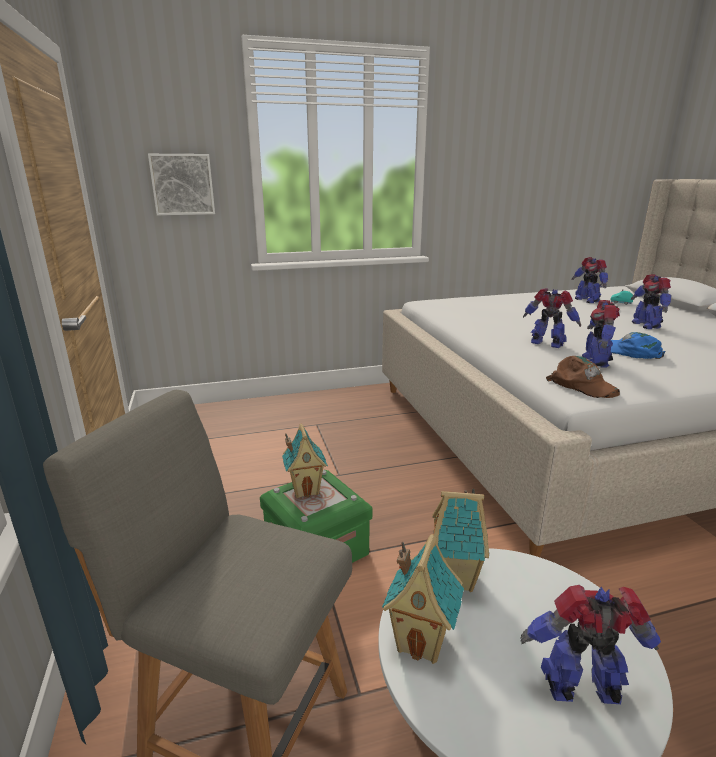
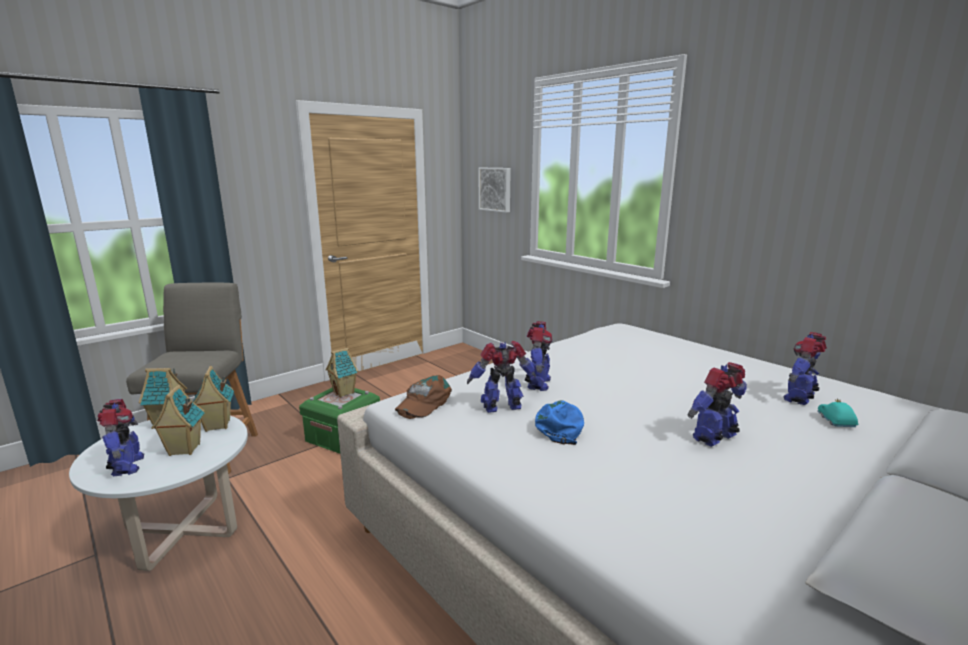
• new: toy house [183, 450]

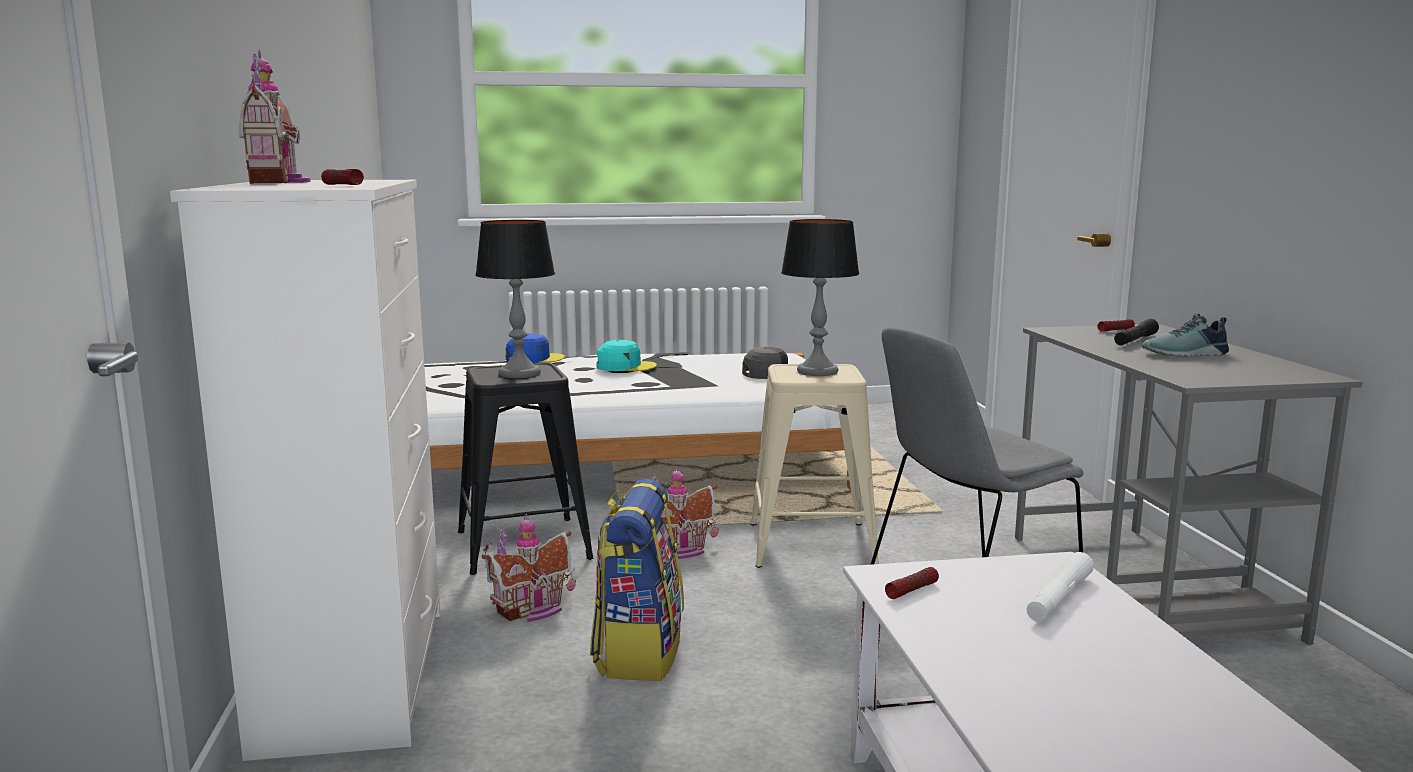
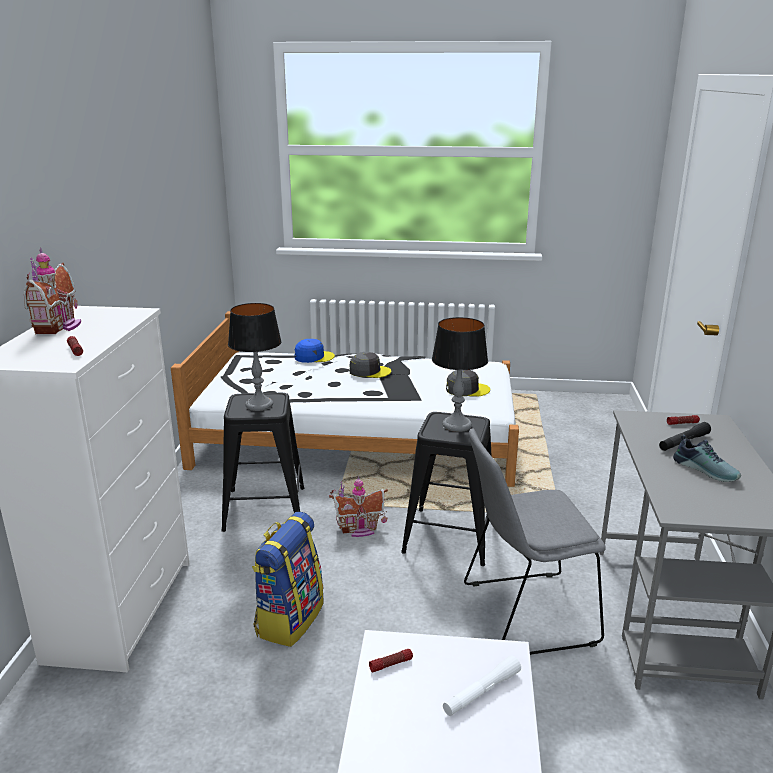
• gone: toy house [533, 610]
• repainted: cap in turquoise [625, 366] to cap in grey [369, 371]
• repainted: stool in beige [811, 544] to stool in black [449, 536]
• rotated: shoe [1186, 354] = [706, 470] 135 degrees counterclockwise

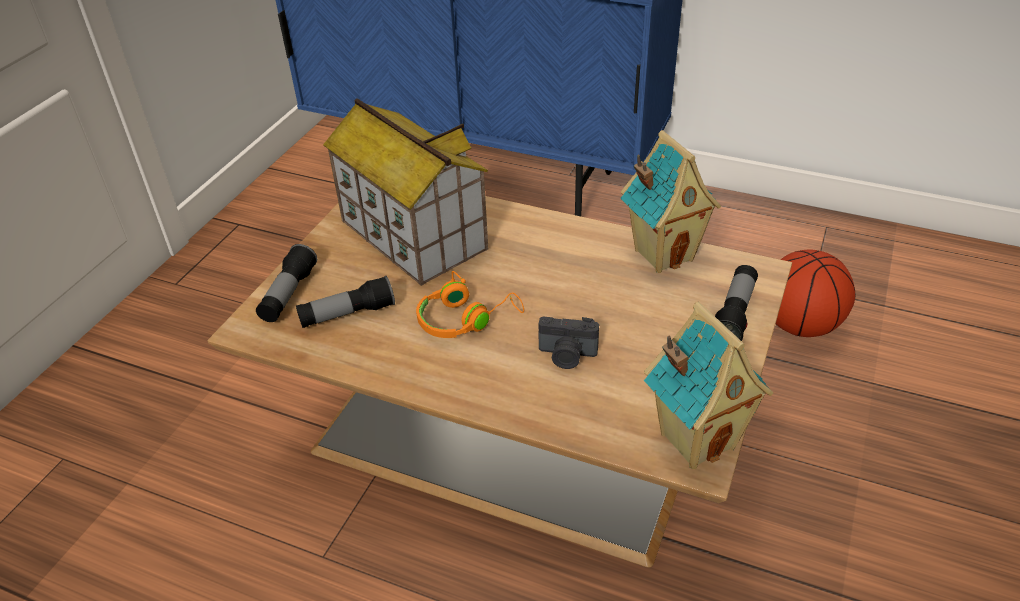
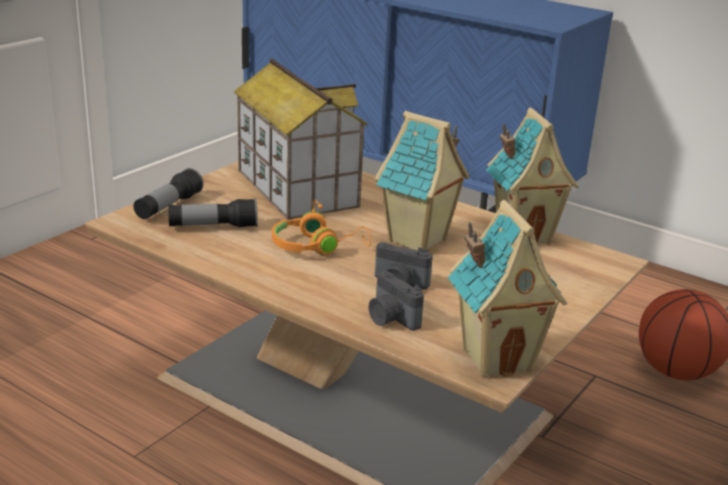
• gone: flashlight [734, 314]
• new: photo camera [390, 318]
• new: toy house [418, 241]

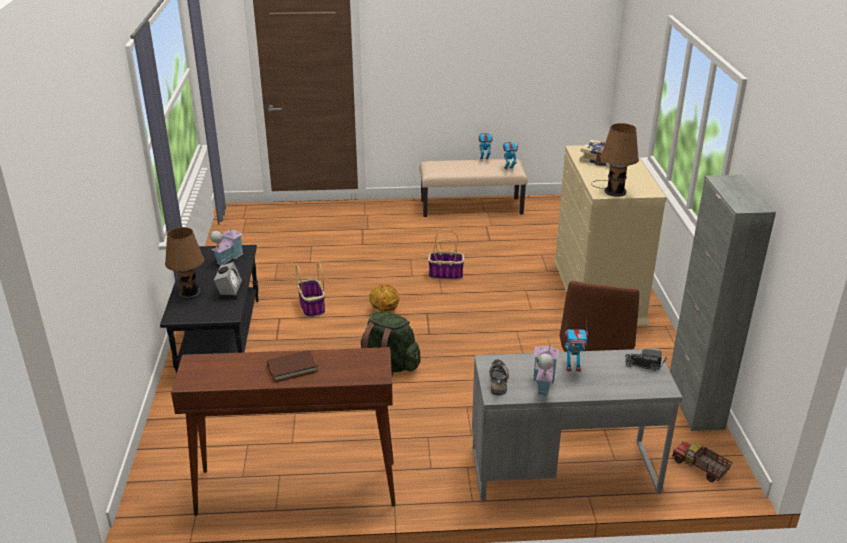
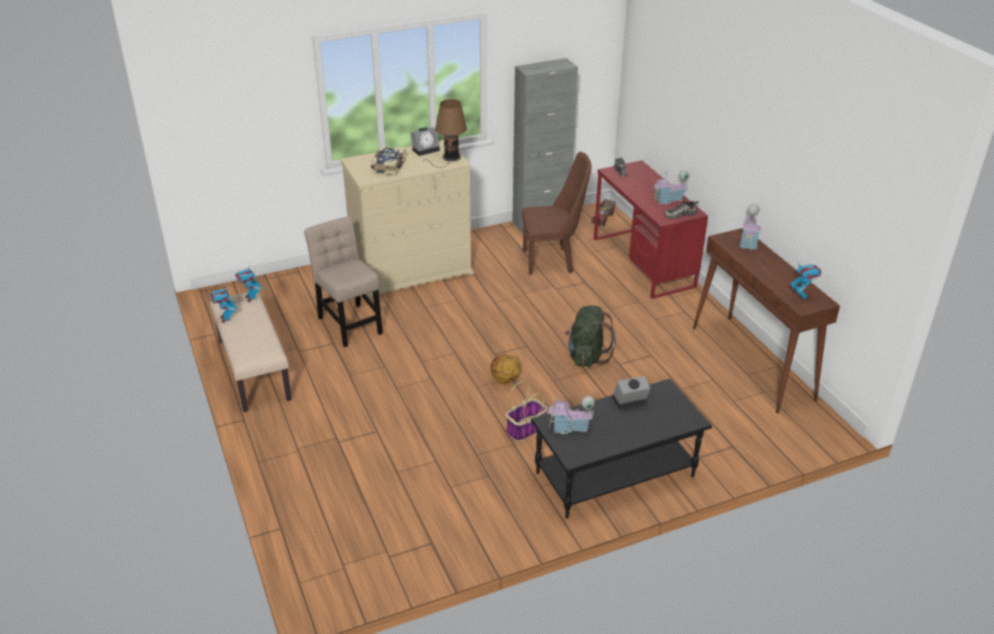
• gone: table lamp in brown [190, 292]
• gone: book in brown [292, 368]
• gone: basket [446, 274]
• repainted: desk in grey [563, 470] to desk in red [643, 262]
• shifted: toy robot [573, 367] to [801, 297]
• new: chair in beige [349, 323]
• new: alarm clock [426, 149]
• new: toy house [748, 242]

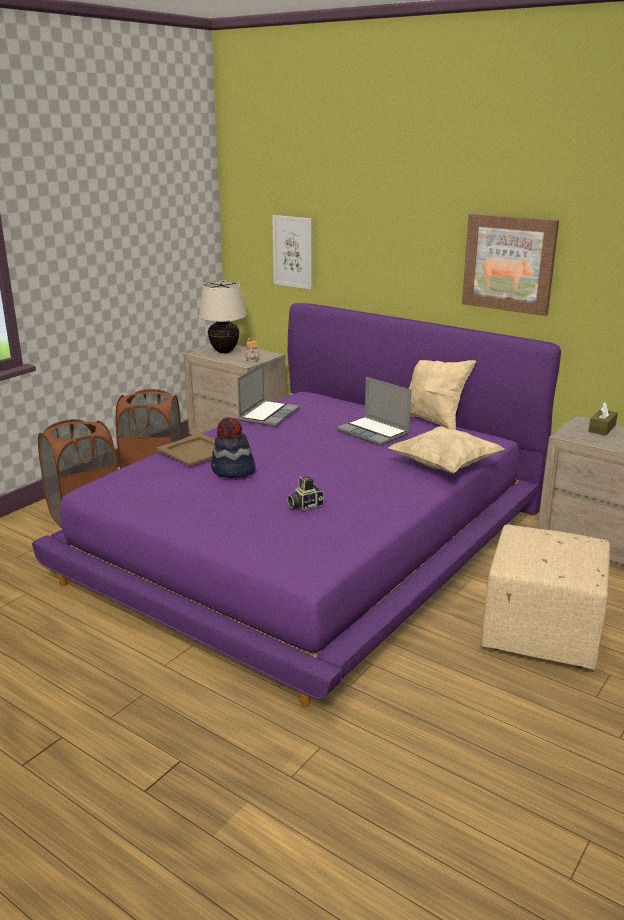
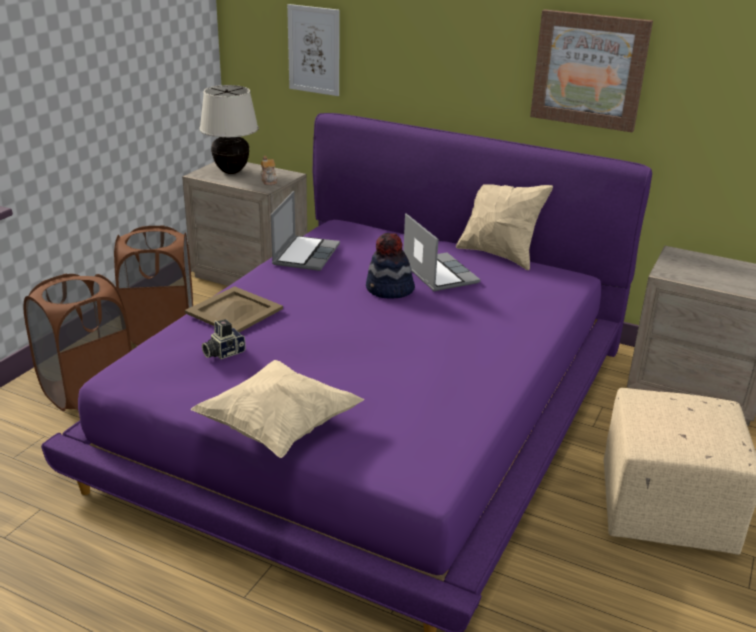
• shifted: hat [233, 471] to [389, 290]
• shifted: photo camera [304, 505] to [223, 352]
• rotated: laptop [374, 432] = [438, 273] 150 degrees counterclockwise
• shifted: pillow in beige [444, 466] to [278, 428]
• gone: tissue box in brown [602, 428]

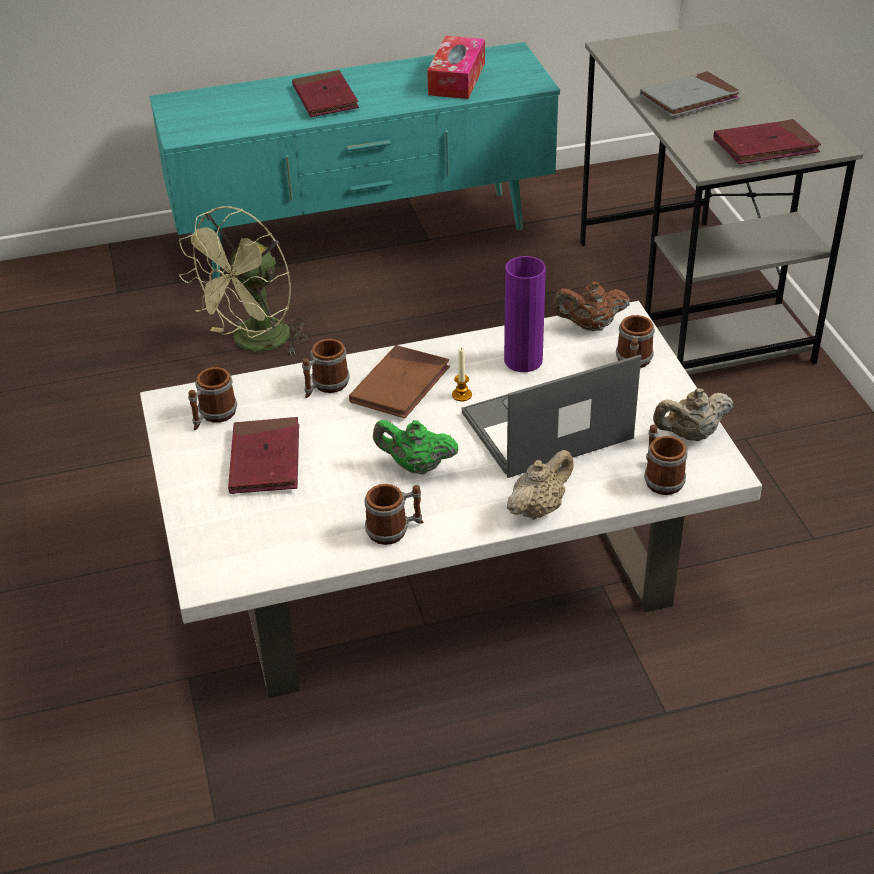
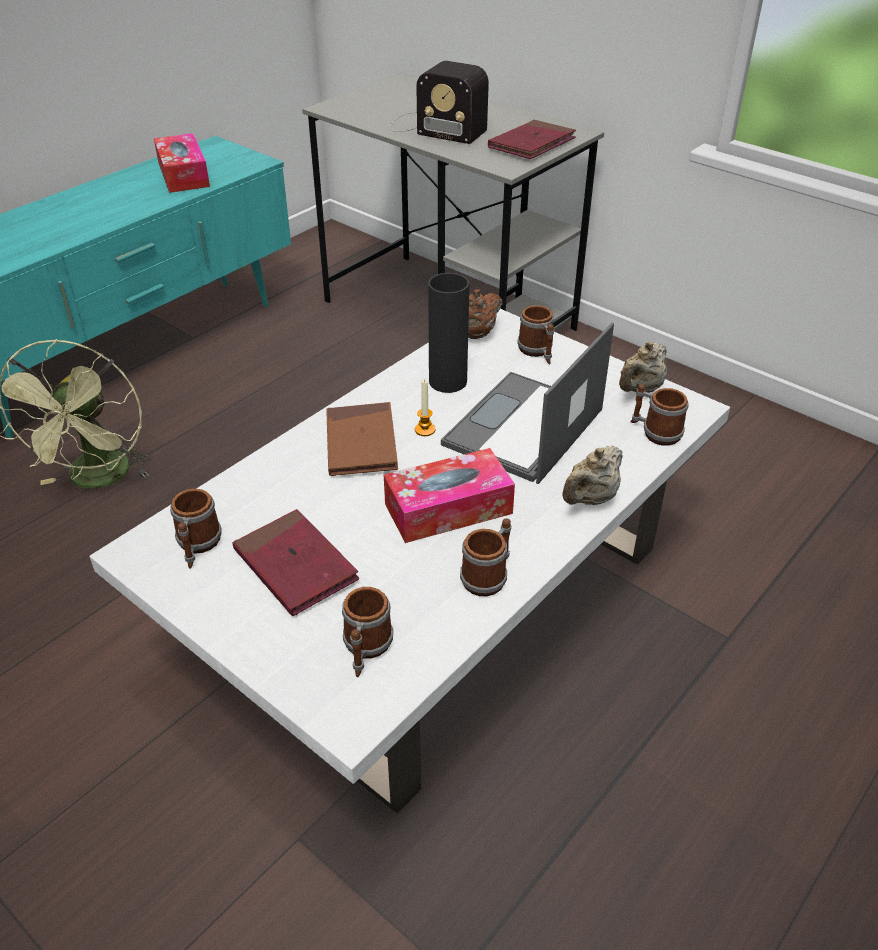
• gone: book in red [325, 98]
• shifted: mug [325, 386] to [366, 649]
• swapped: teapot in green [416, 466] to tissue box [448, 508]
• repainted: vase in purple [523, 360] to vase in black [447, 382]
• rotated: teapot in beige [538, 508] = [590, 498] 150 degrees counterclockwise
• swapped: book in grey [689, 99] to radio [434, 127]

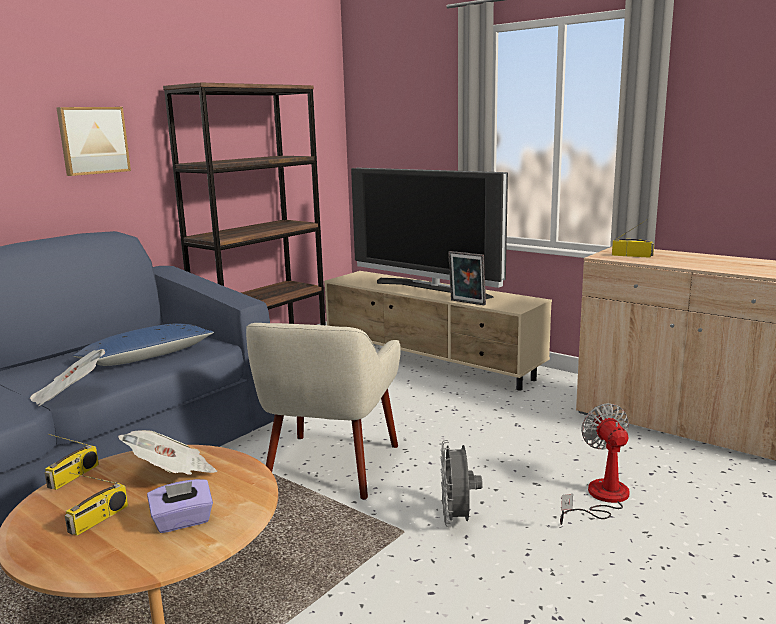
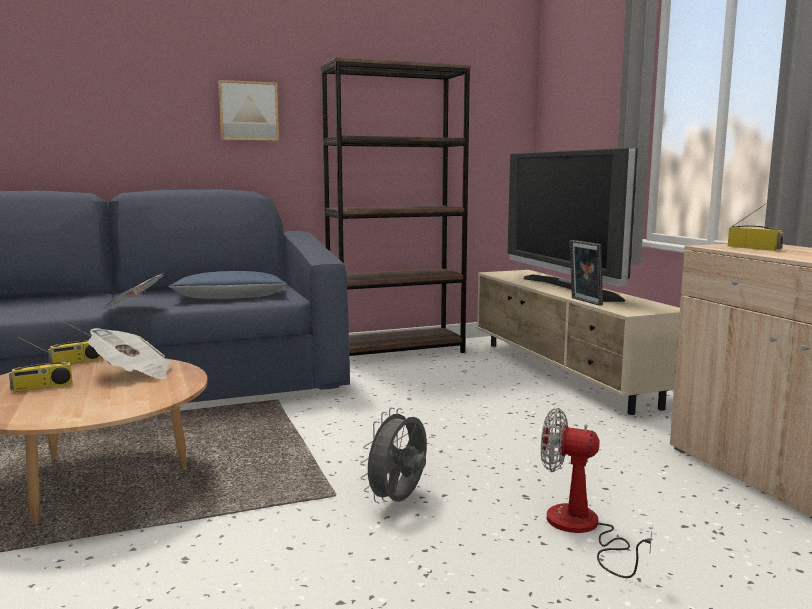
• gone: tissue box in purple [183, 521]
• gone: armchair in beige [330, 466]
• rotated: fan [601, 498] = [582, 529] 90 degrees counterclockwise

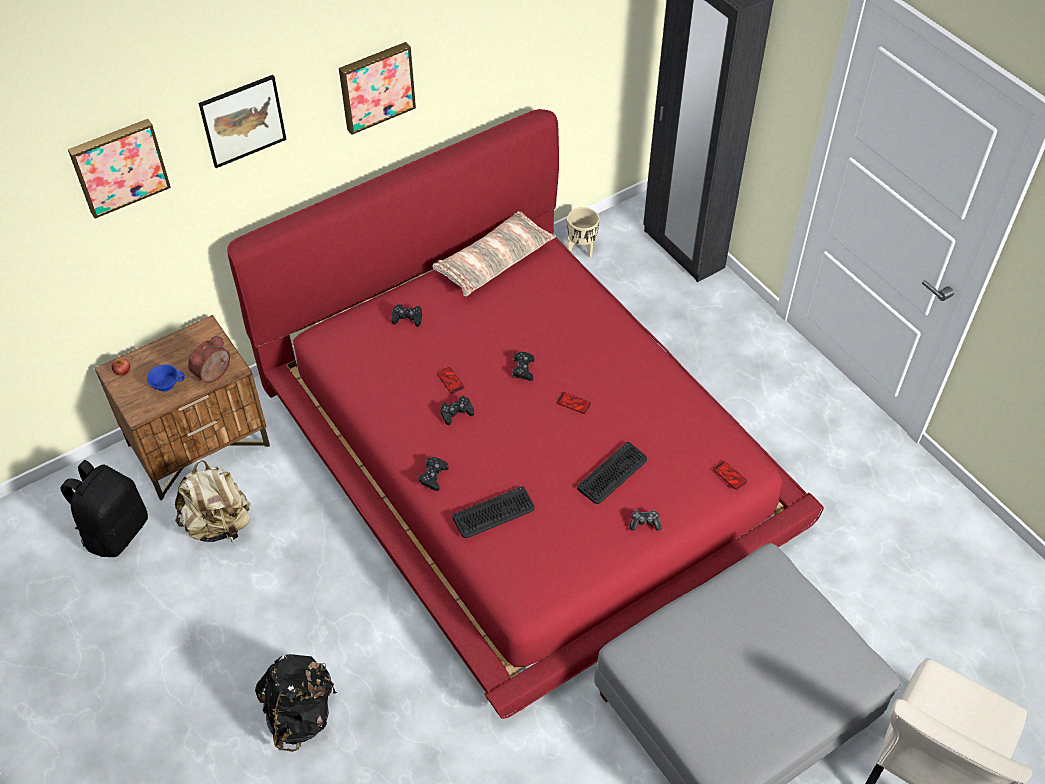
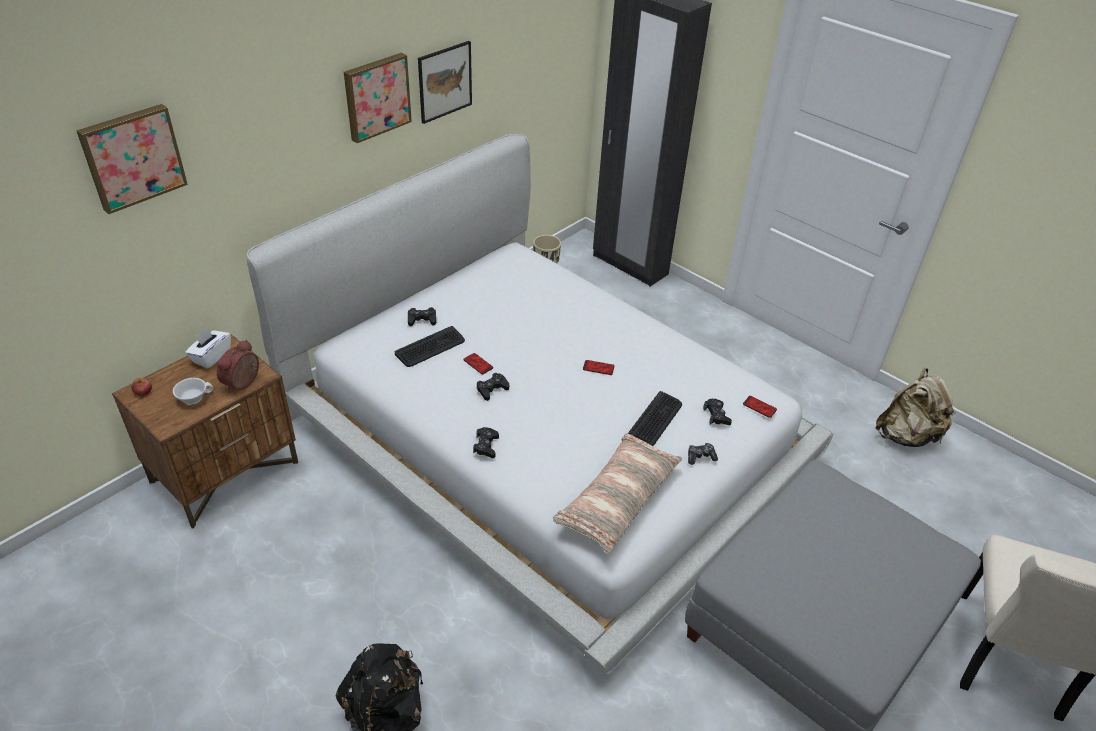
• gone: backpack in black [116, 531]
• repainted: cup in blue [166, 383] to cup in white [193, 397]
• shifted: backpack in beige [219, 524] to [906, 435]
• shifted: picture [243, 121] to [445, 81]
• repainted: bed in red [522, 454] to bed in white [544, 435]
• shifted: pillow [494, 261] to [617, 500]
• shifted: keyboard [494, 513] to [430, 347]
• shifted: game controller in black [523, 369] to [716, 415]
• new: tissue box in white [211, 357]

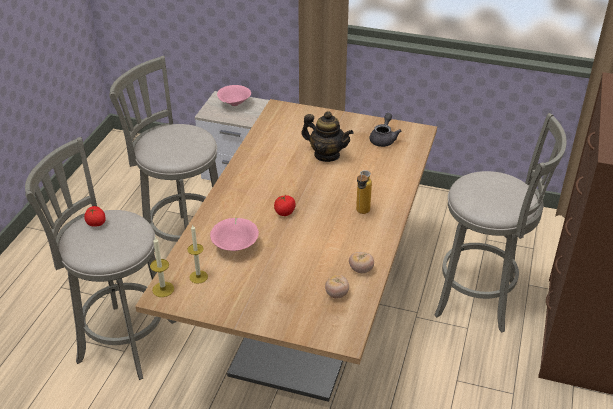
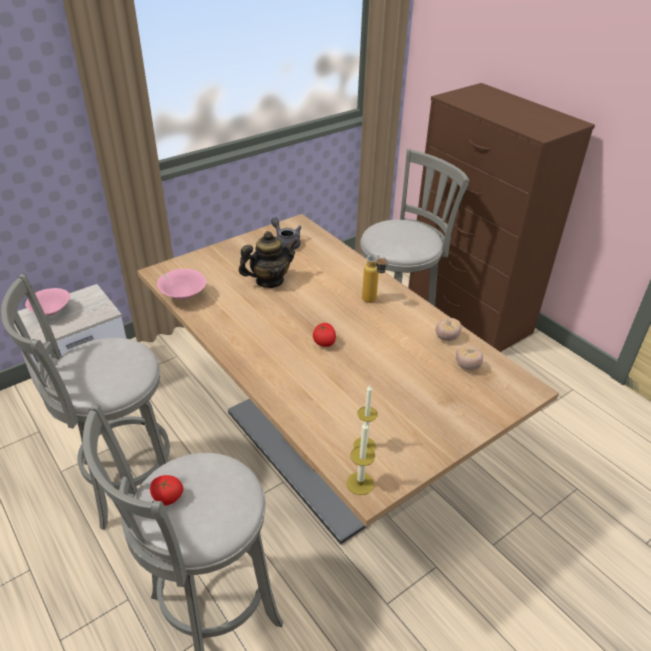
• shifted: bowl in pink [235, 246] to [183, 296]

